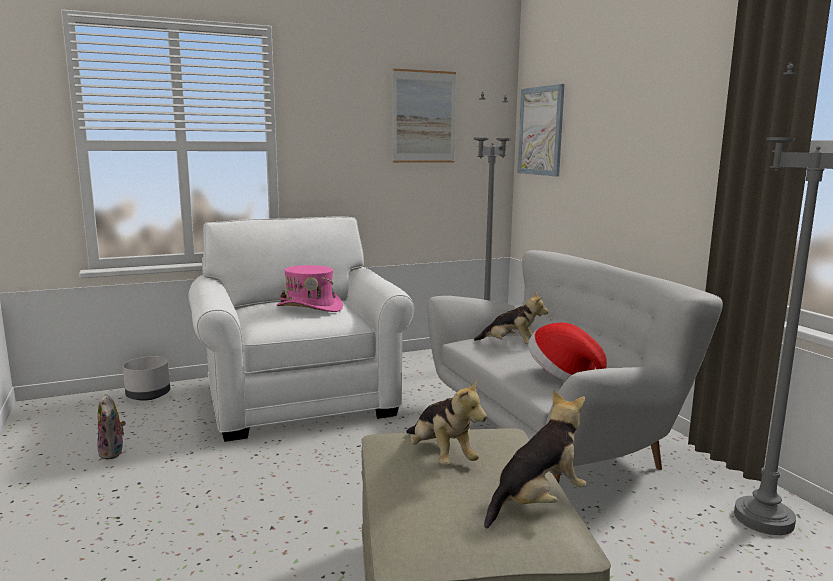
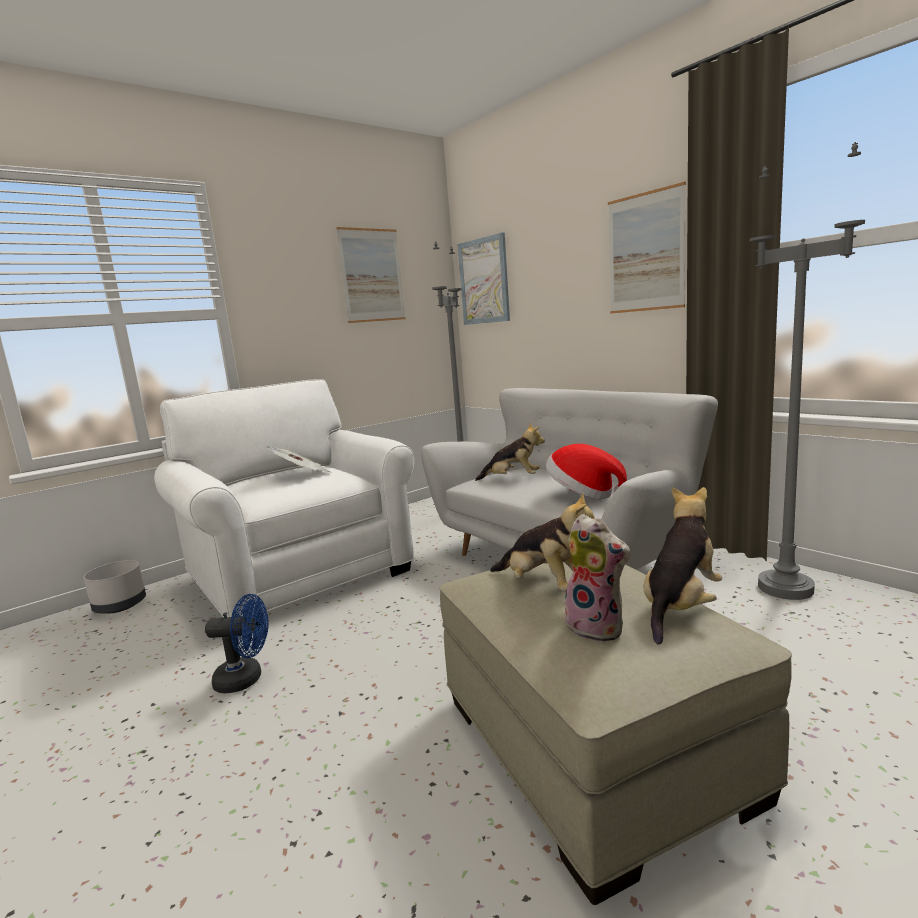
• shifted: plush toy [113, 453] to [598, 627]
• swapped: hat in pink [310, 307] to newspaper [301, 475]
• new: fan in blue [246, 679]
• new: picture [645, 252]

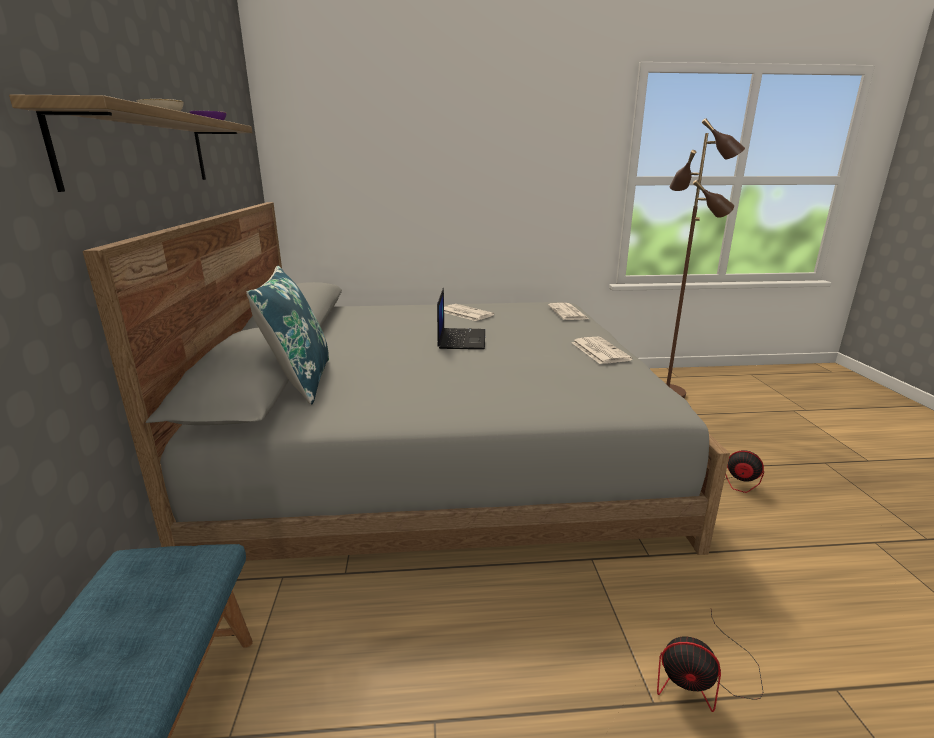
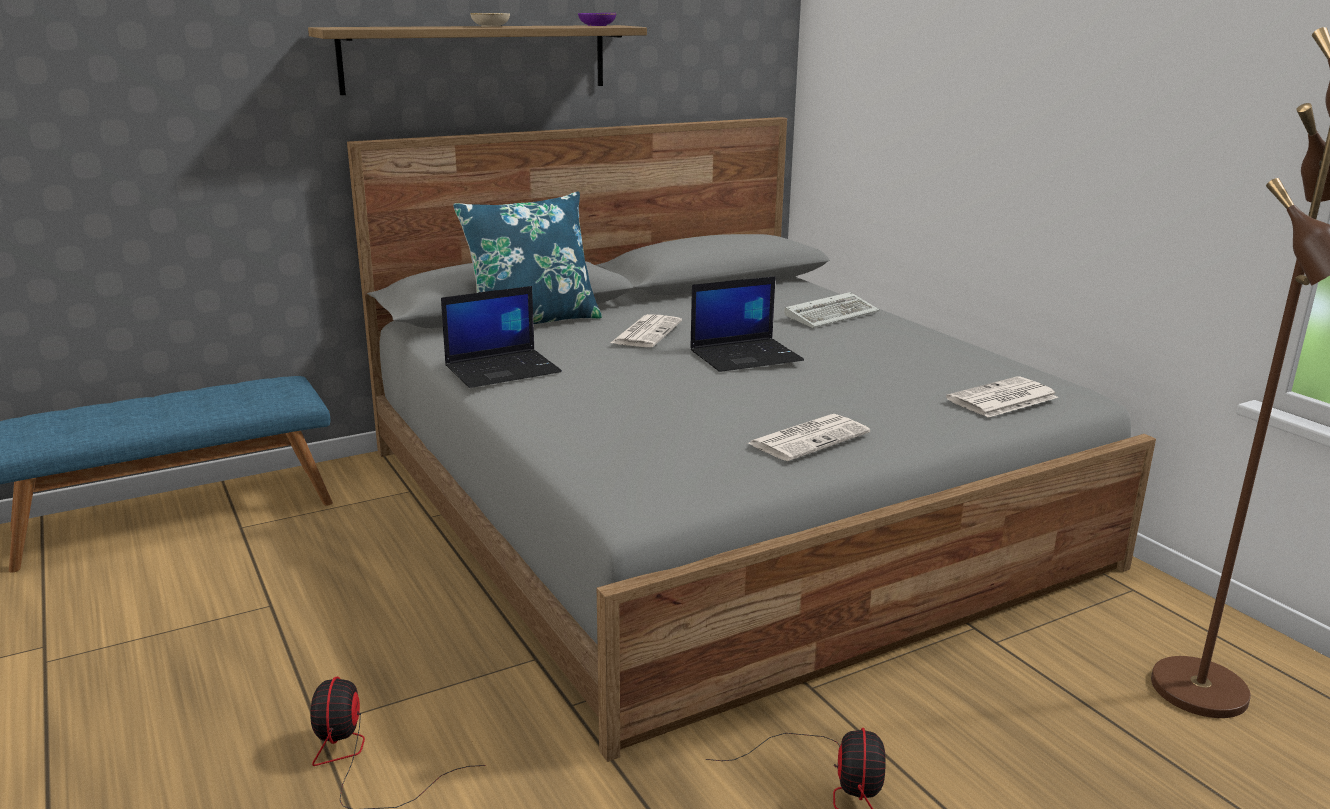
• shifted: newspaper [465, 313] to [646, 332]
• new: laptop [503, 369]
• new: keyboard [832, 314]

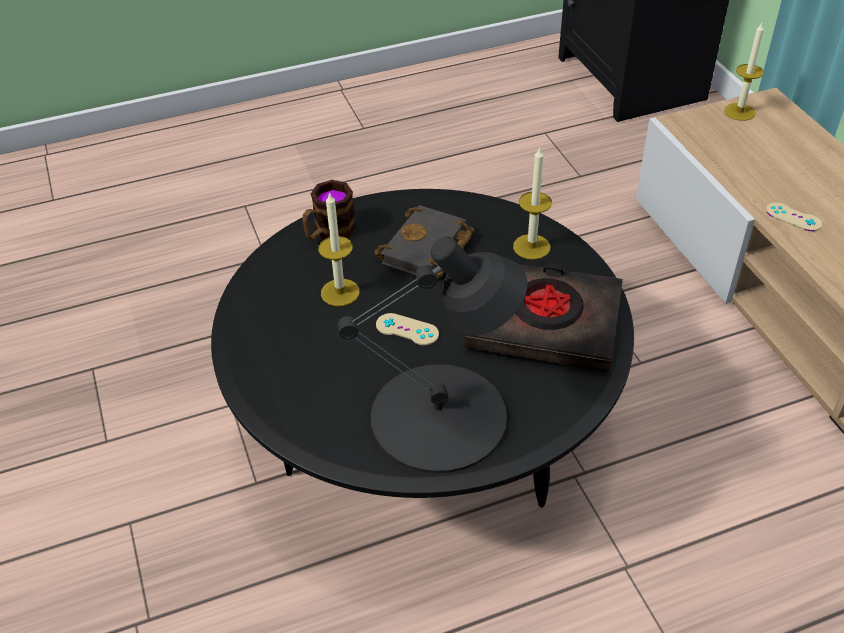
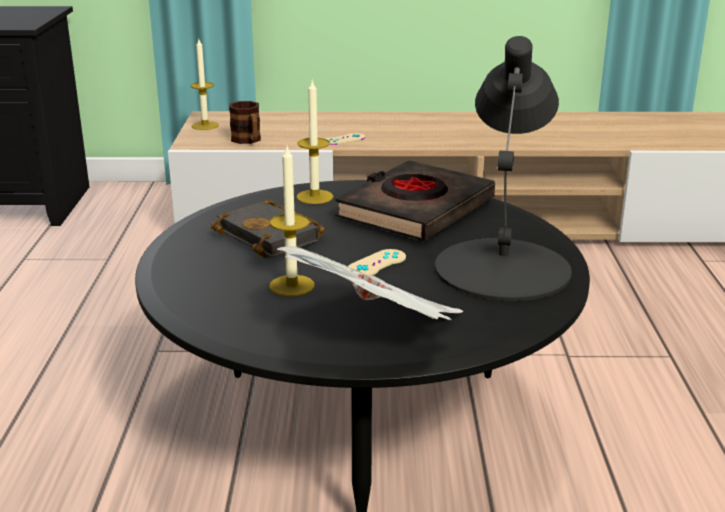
• shifted: mug [328, 233] to [248, 141]
• new: newspaper [375, 328]

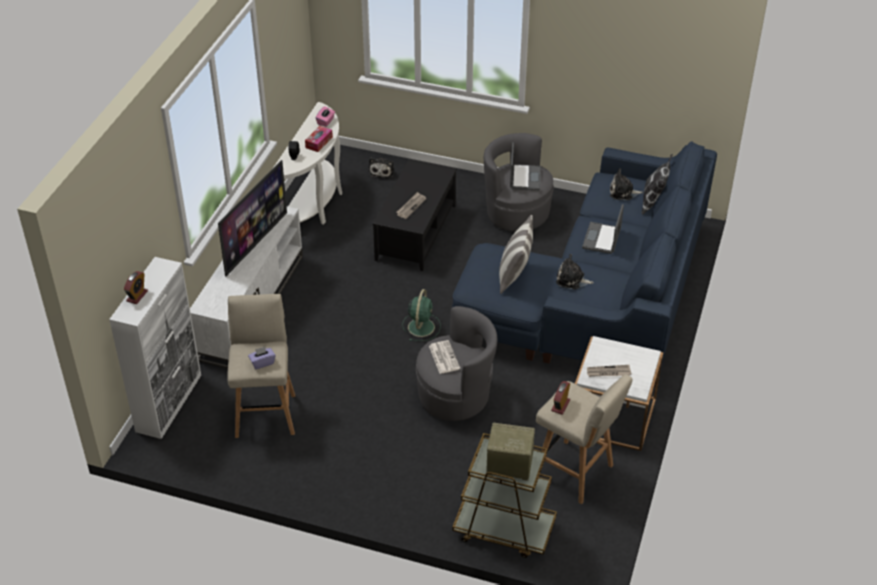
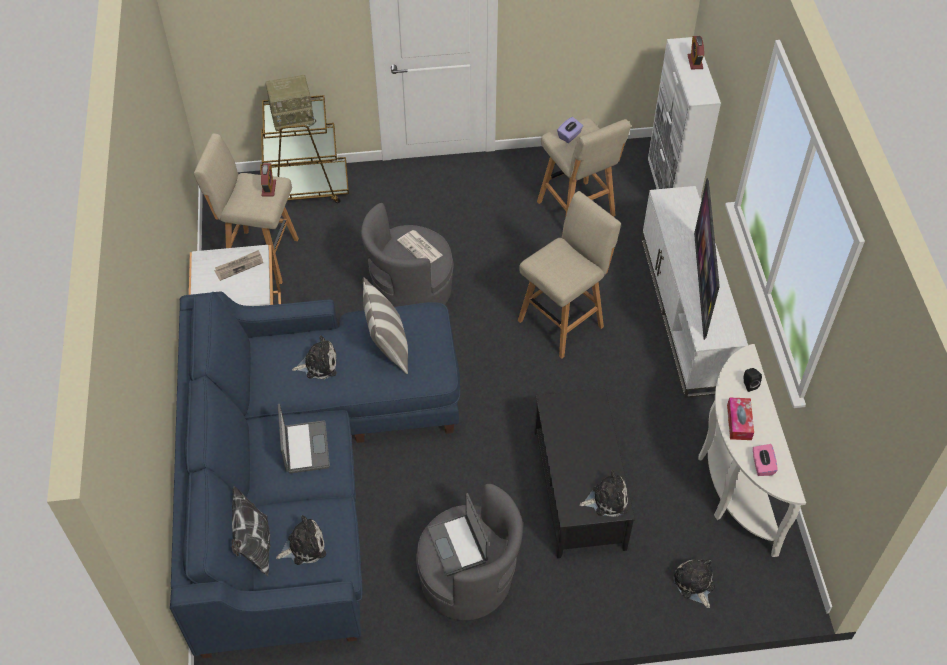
• gone: newspaper [411, 206]
• gone: fan in green [421, 326]
• new: stool in beige [563, 322]
• new: plush toy [607, 500]

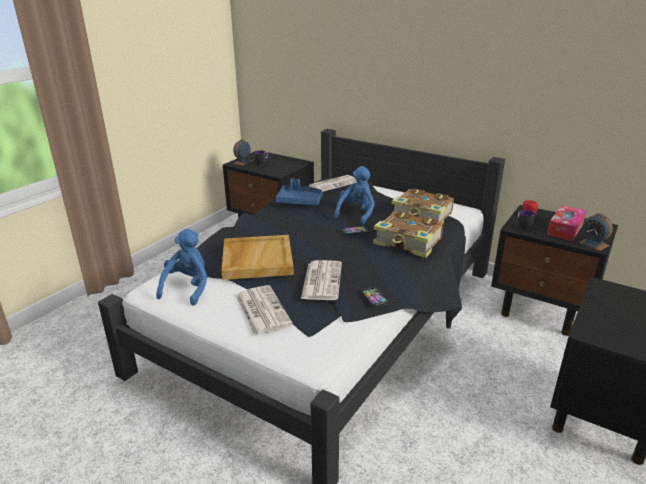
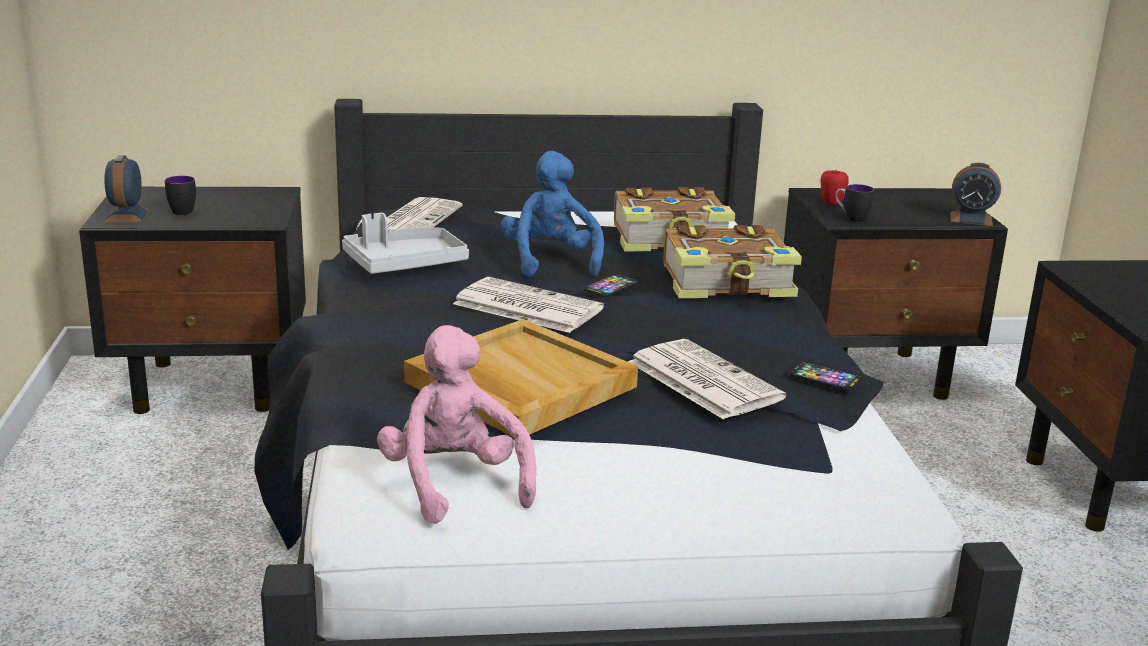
• repainted: plush toy in blue [188, 288] to plush toy in pink [454, 484]
• shifted: newspaper [262, 310] to [525, 307]
• repainted: tray in blue [299, 201] to tray in grey [404, 264]
• gone: tissue box [565, 229]

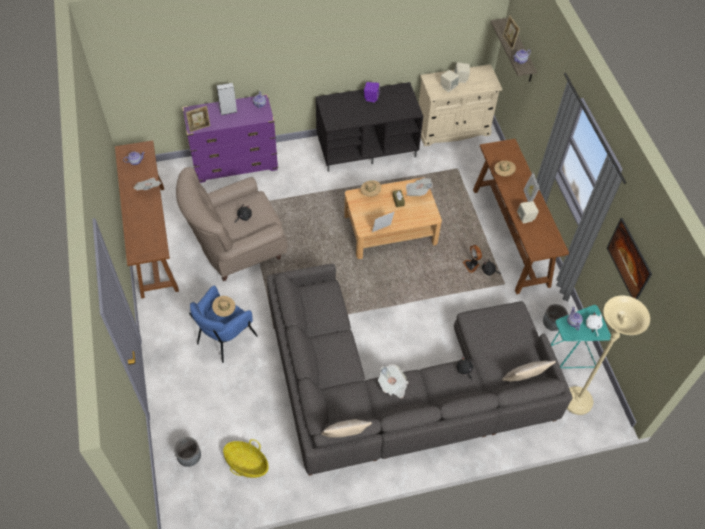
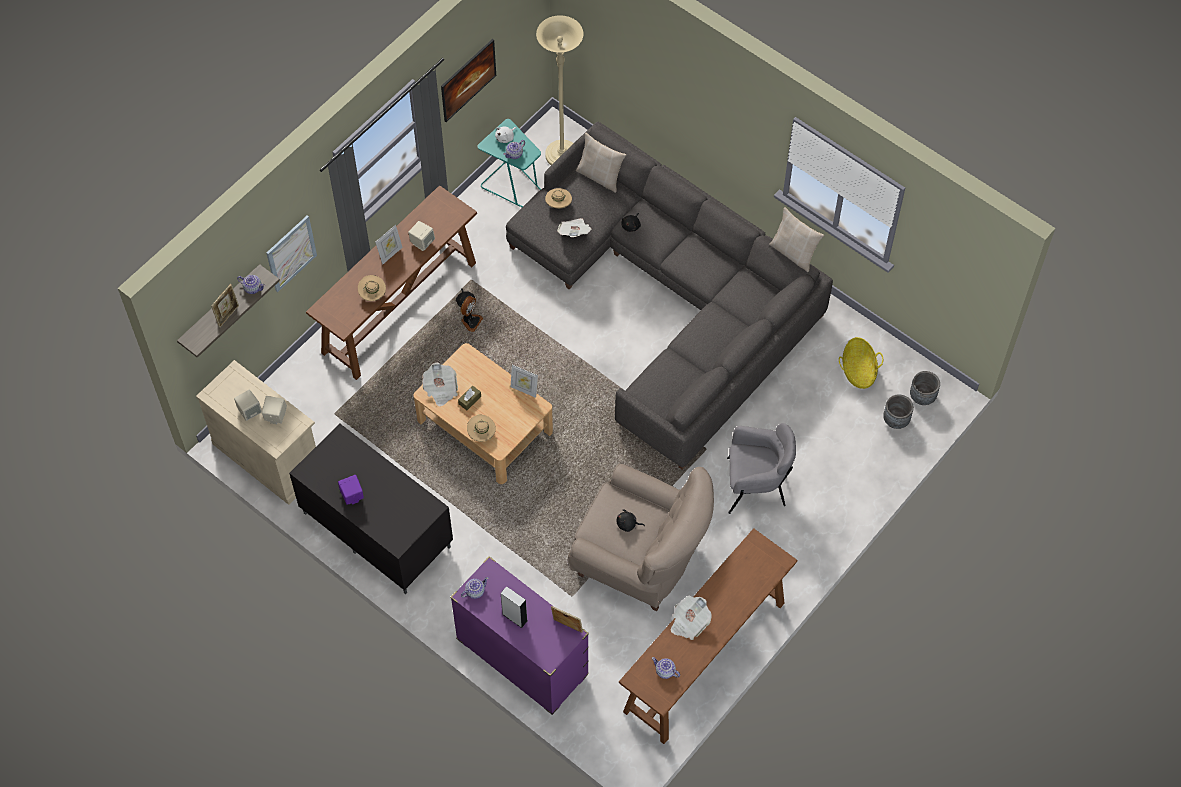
• repainted: armchair in blue [225, 338] to armchair in grey [756, 485]
• shifted: hat in beige [224, 311] to [558, 204]
• shifted: newspaper [393, 385] to [574, 232]
• shifted: planter in grey [552, 324] to [922, 396]
• new: picture [291, 253]

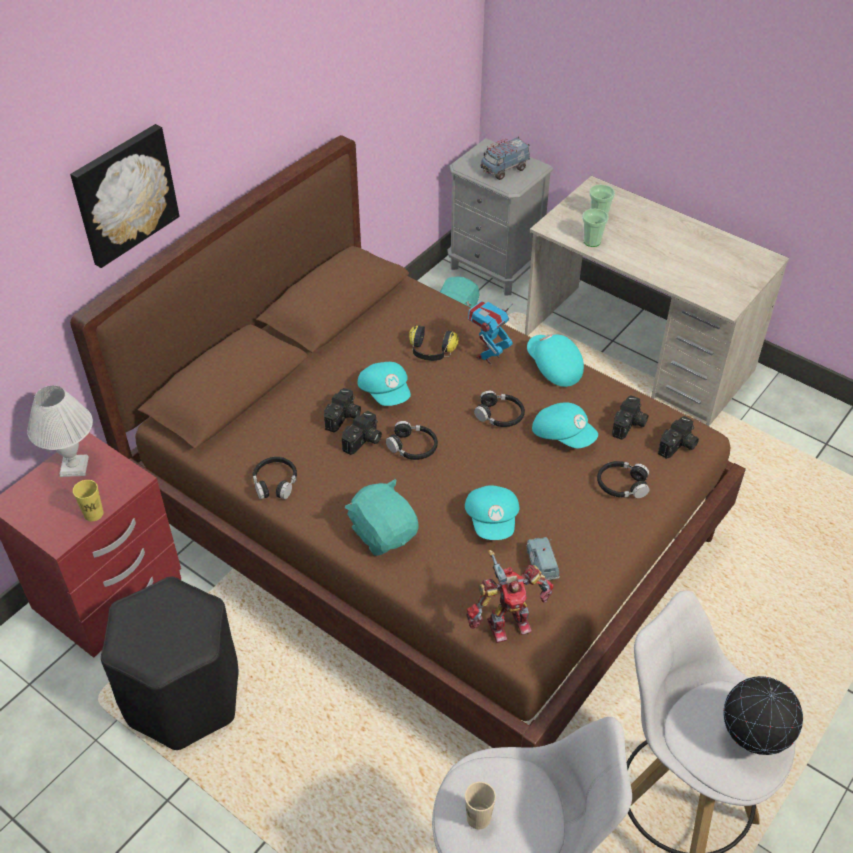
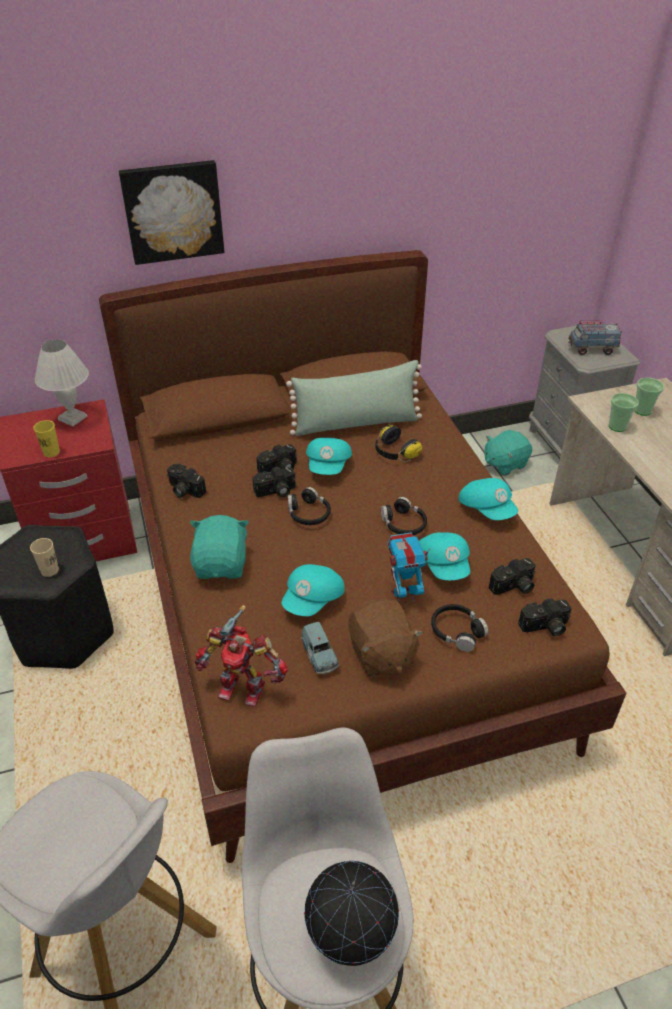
• swapped: headphones in black [275, 483] to photo camera [184, 490]
• shifted: cup in beige [478, 817] to [49, 570]
• shifted: toy robot [488, 356] to [403, 595]
• rotated: toy car in blue [542, 563] = [319, 656] 135 degrees clockwise
• rotated: cap in turquoise [553, 368] = [487, 509] 150 degrees clockwise
• new: pillow in green [356, 423]
• new: plush toy in brown [381, 653]

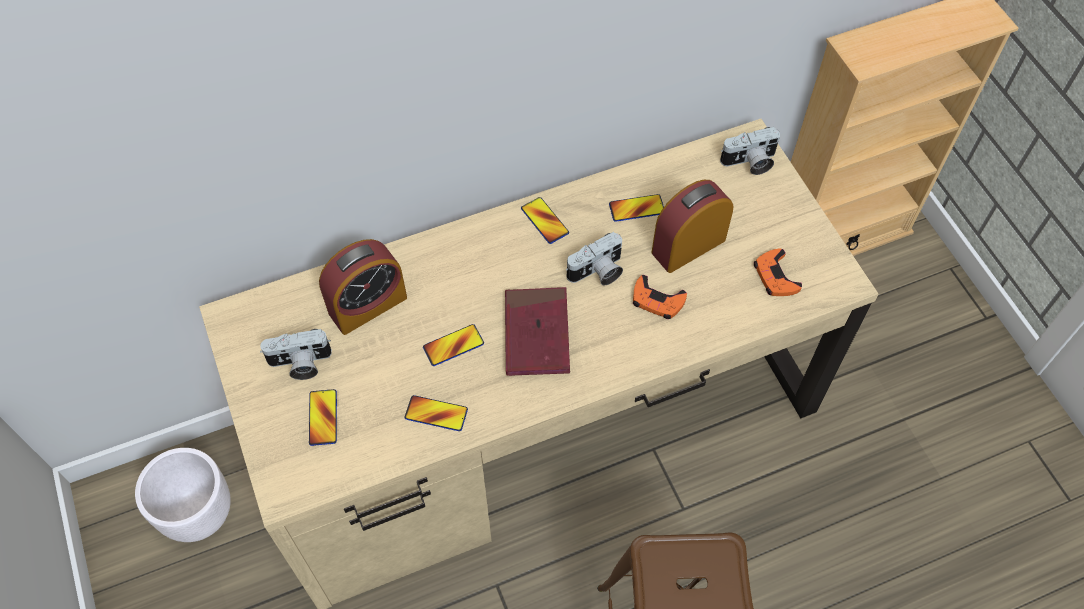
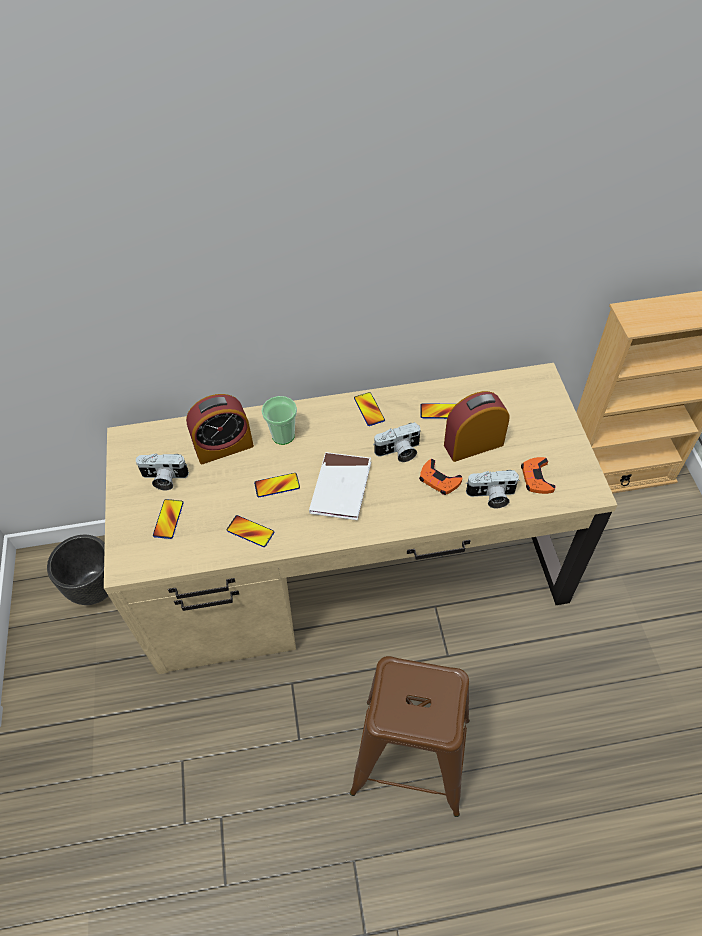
• repainted: planter in white [198, 513] to planter in black [95, 587]
• repainted: book in red [536, 334] to book in white [341, 488]
• shifted: photo camera [750, 162] to [491, 496]
• new: cup [283, 435]

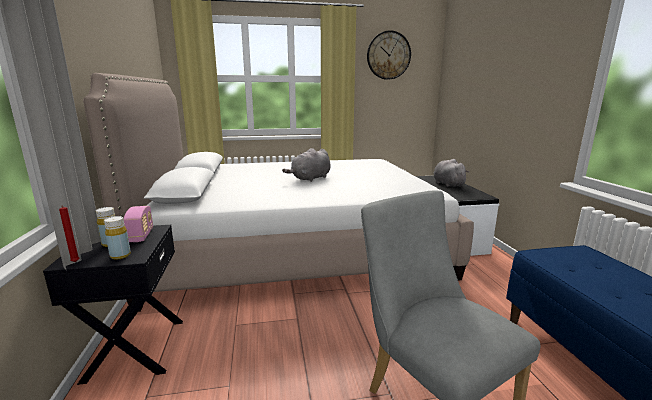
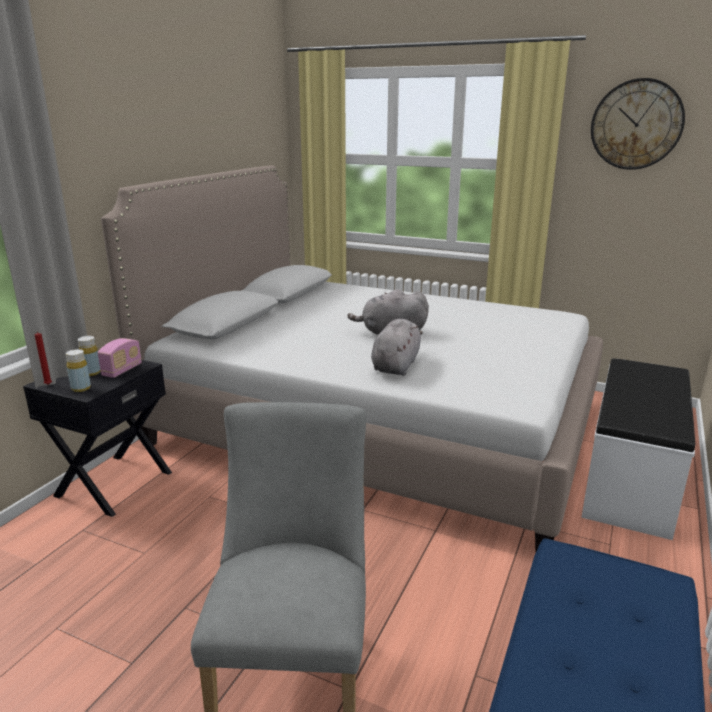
• shifted: plush toy in grey [447, 184] to [396, 365]

